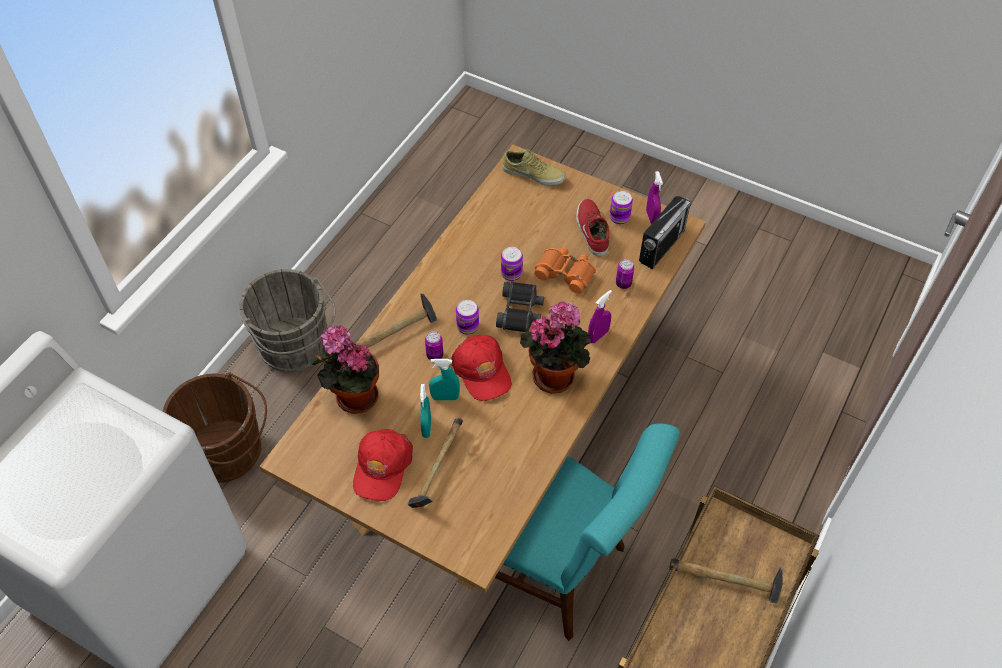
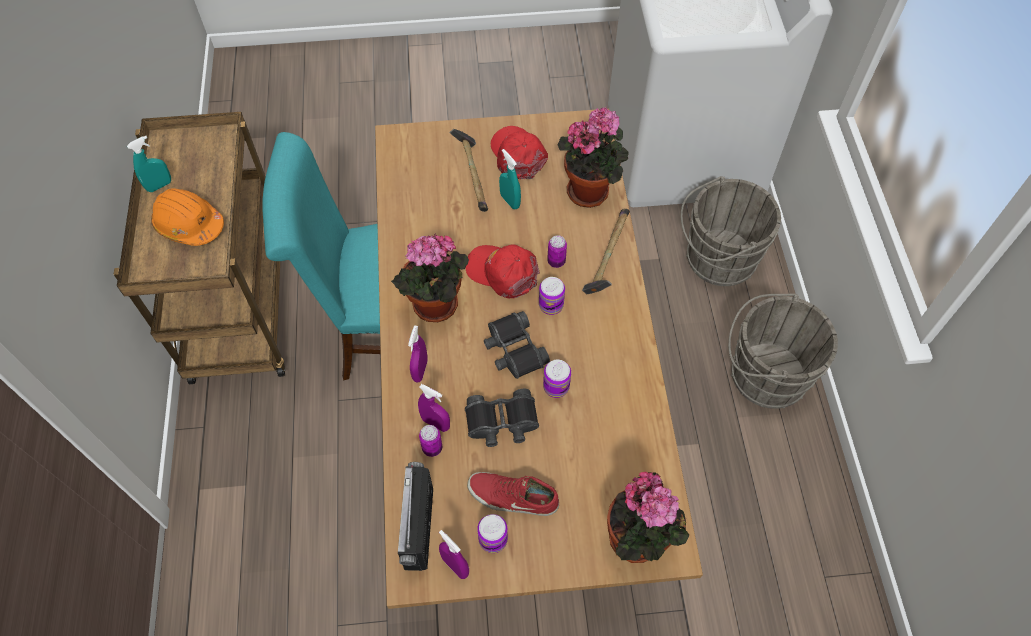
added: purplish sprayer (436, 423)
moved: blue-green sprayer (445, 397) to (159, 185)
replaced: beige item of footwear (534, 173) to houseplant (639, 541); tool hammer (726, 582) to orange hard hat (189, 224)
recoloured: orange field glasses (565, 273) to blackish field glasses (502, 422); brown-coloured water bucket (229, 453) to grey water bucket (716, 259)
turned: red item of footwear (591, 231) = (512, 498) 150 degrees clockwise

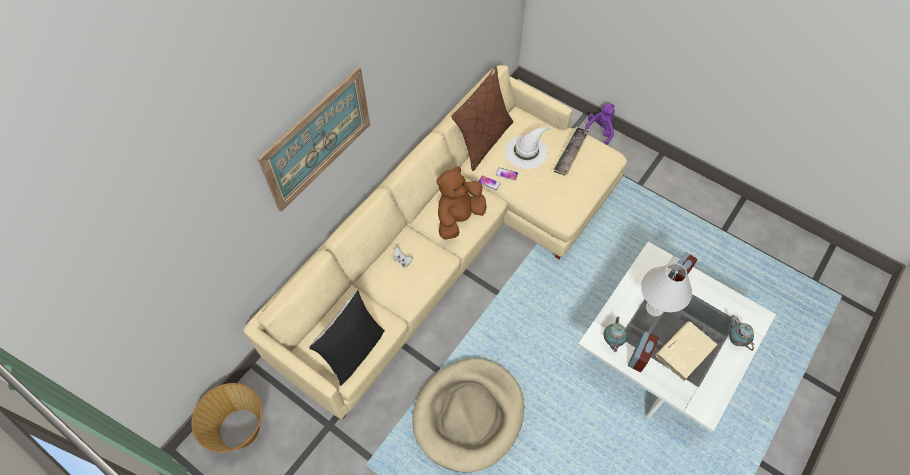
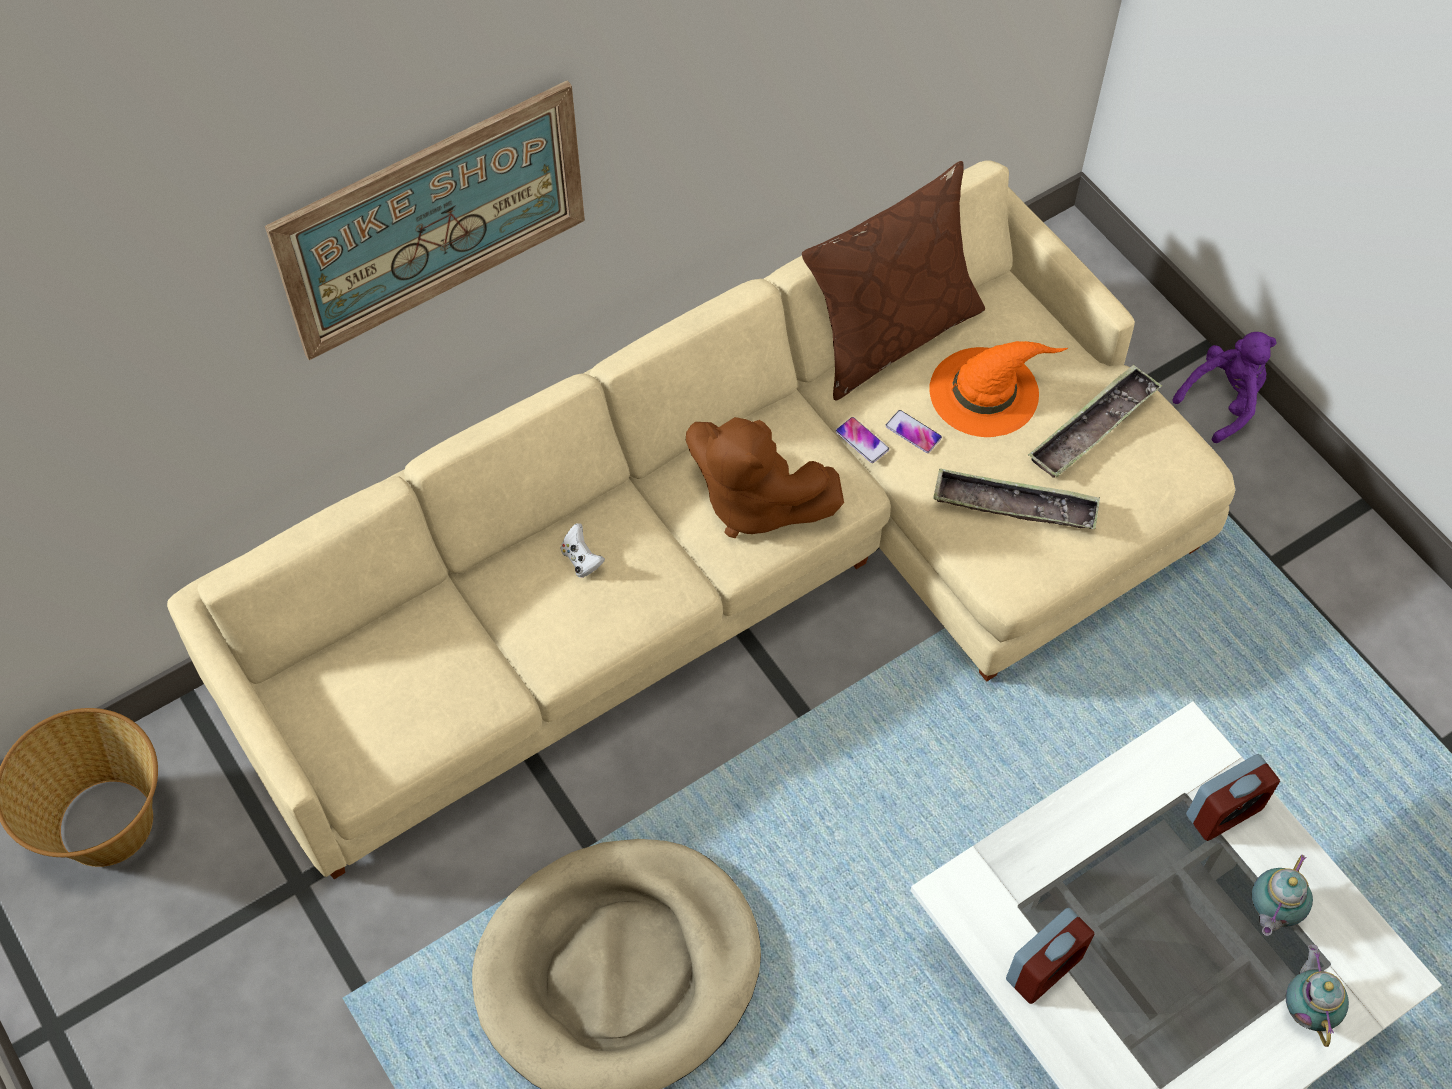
removed: white tabletop lamp (654, 308); blackish throw pillow (353, 351); beige bound book (685, 351)
added: serving tray (1014, 505)
moved: pot for tea (612, 341) to (1271, 912)
recoloured: white hat (526, 151) to orange hat (985, 391)
turned: brown-coloured plush toy (459, 218) = (754, 502) 120 degrees counterclockwise

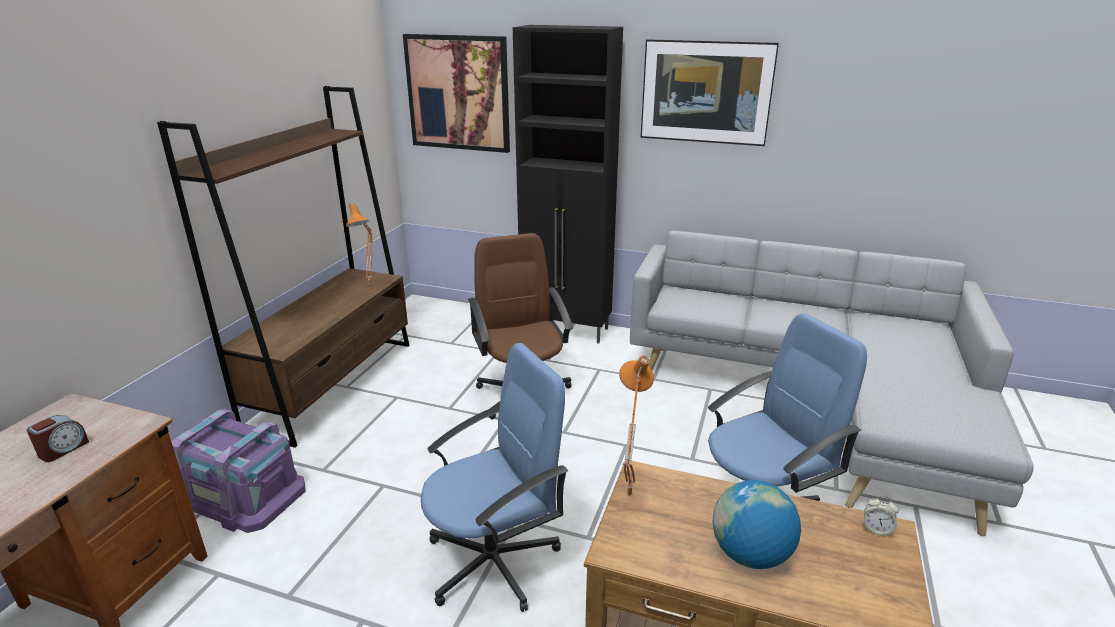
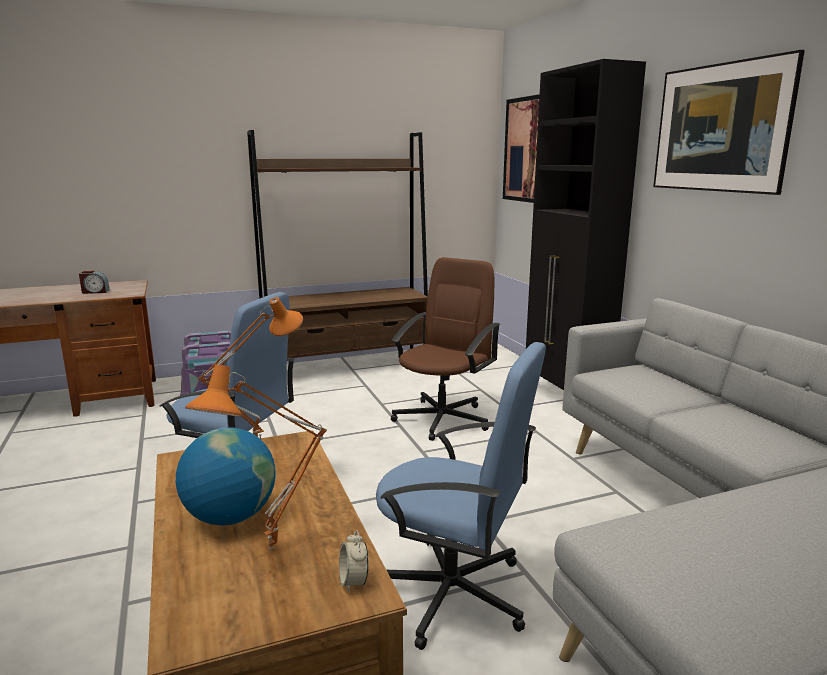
moved: orange tabletop lamp (372, 287) to (274, 551)

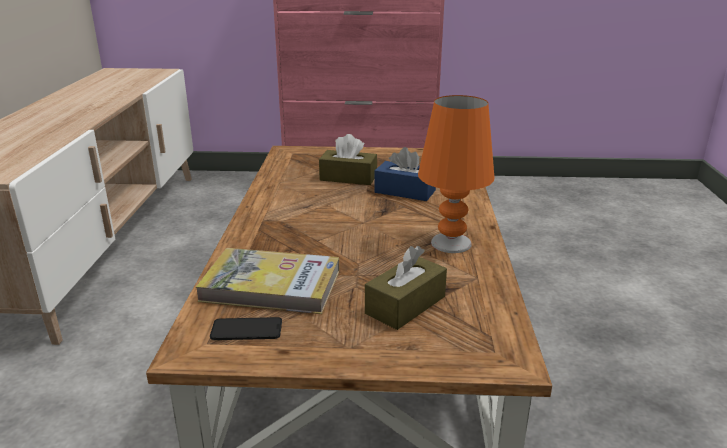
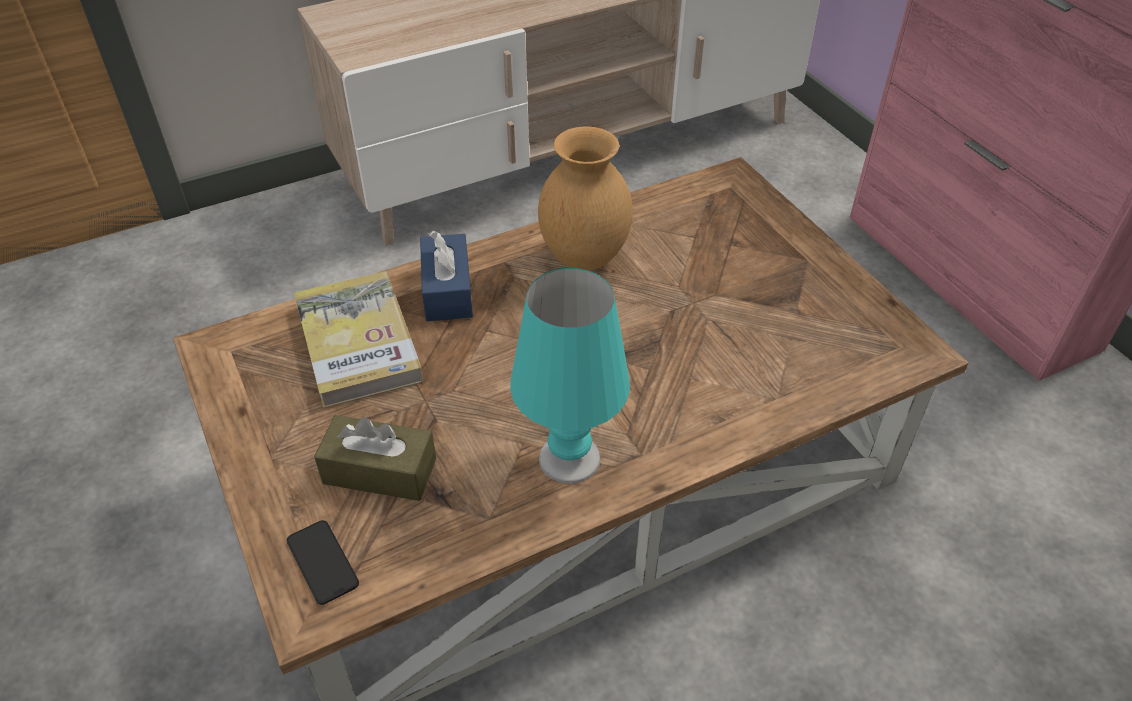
removed: brown-coloured tissue holder (348, 178)
added: brown-coloured decorative vase (585, 258)
moved: blue tissue holder (405, 191) to (447, 290); handset (246, 329) to (322, 562)
recoloured: orange tabletop lamp (451, 243) to blue-green tabletop lamp (570, 458)

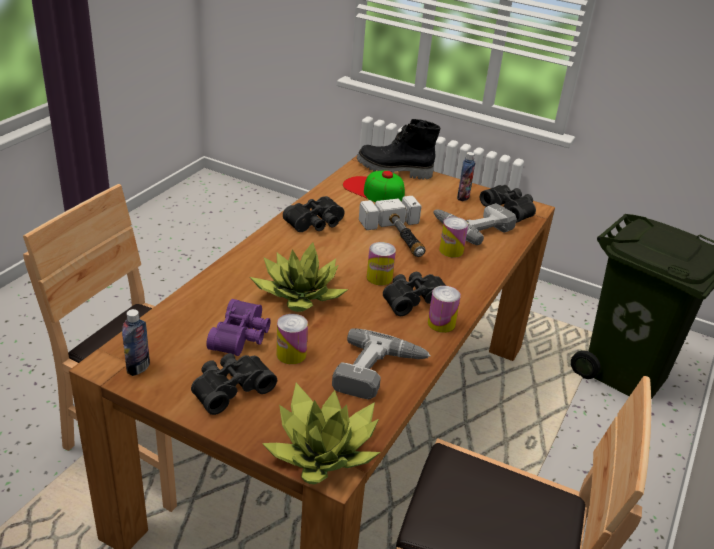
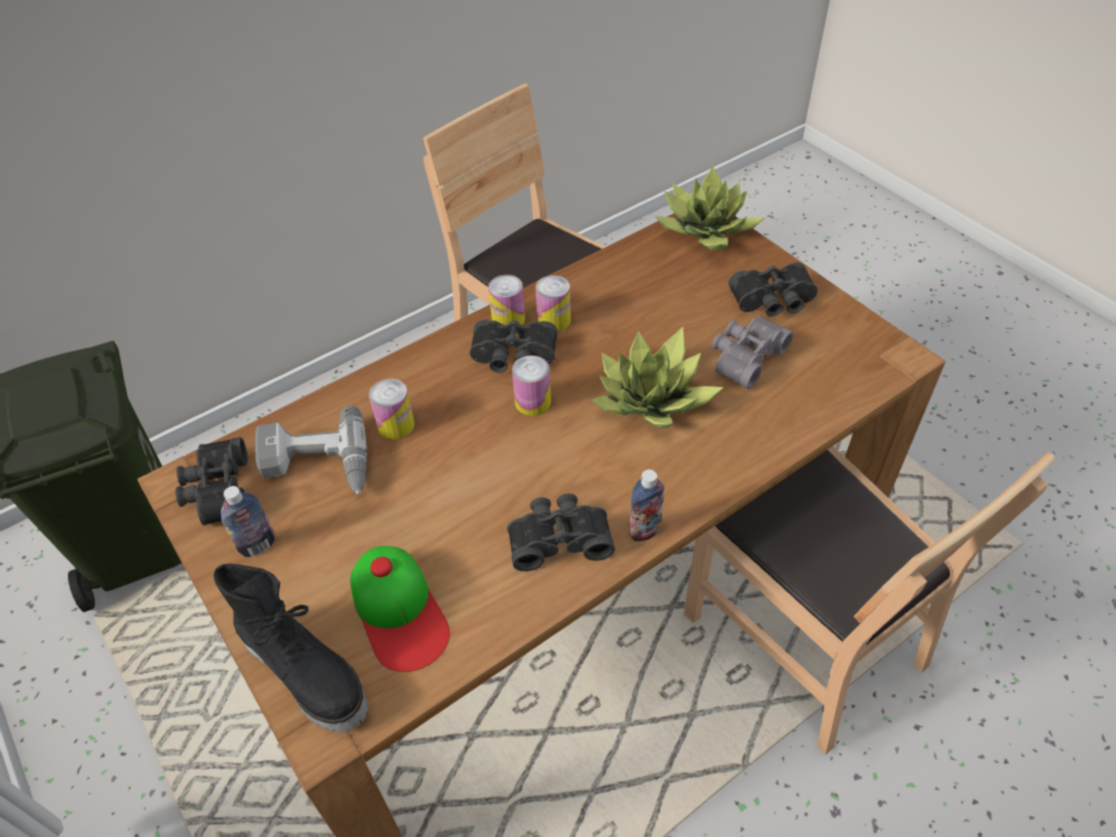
removed: tool hammer (400, 238); drill (379, 373)
moved: beverage bottle (138, 368) to (644, 530); metal can (291, 354) to (554, 320)
recoloured: purplish field glasses (242, 336) to grey field glasses (744, 357)

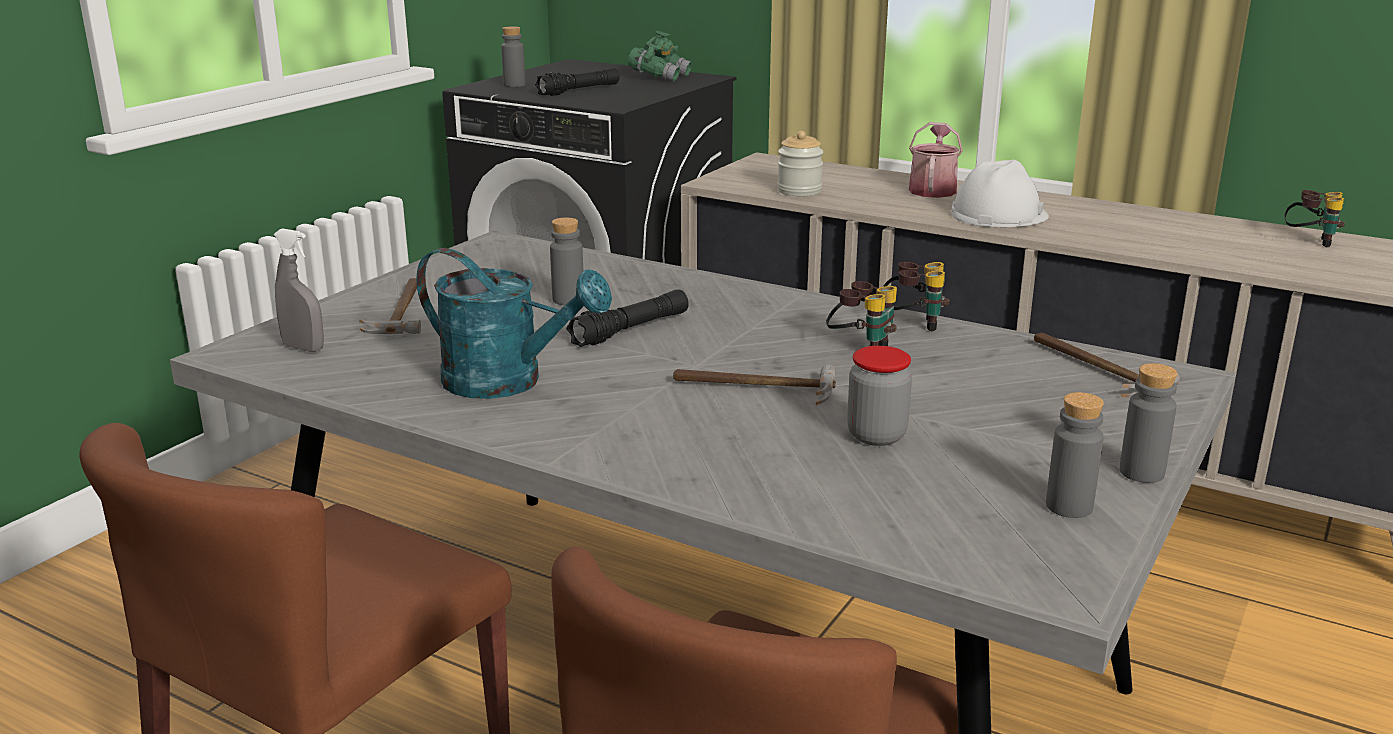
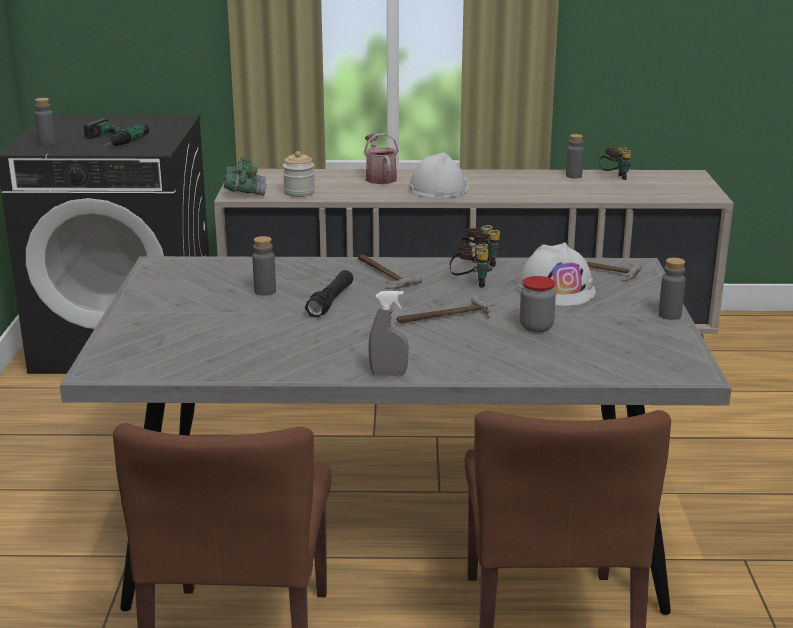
removed: blue-green sprinkling can (508, 382)
added: white hard hat (557, 289)
moved: green-coloured field glasses (660, 77) to (245, 192); grey sprayer (303, 348) to (388, 374); tool hammer (401, 310) to (382, 274); grey beverage bottle (1069, 506) to (573, 176)
replaced: blackish hand torch (579, 91) to drill (106, 141)

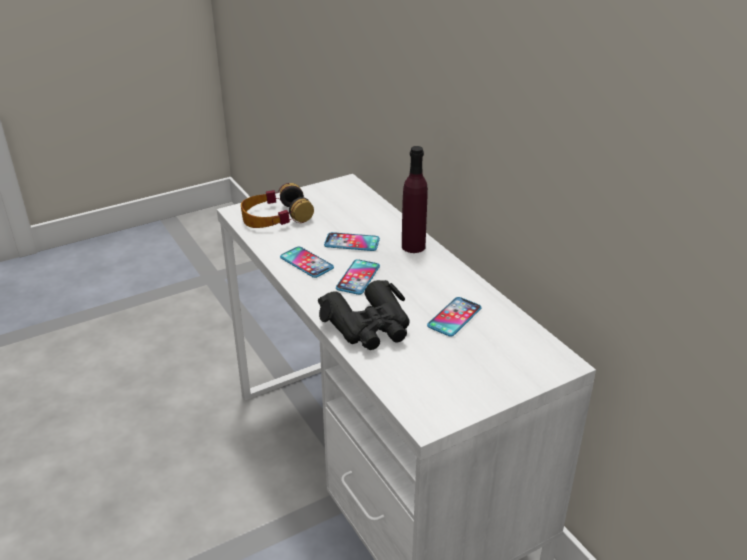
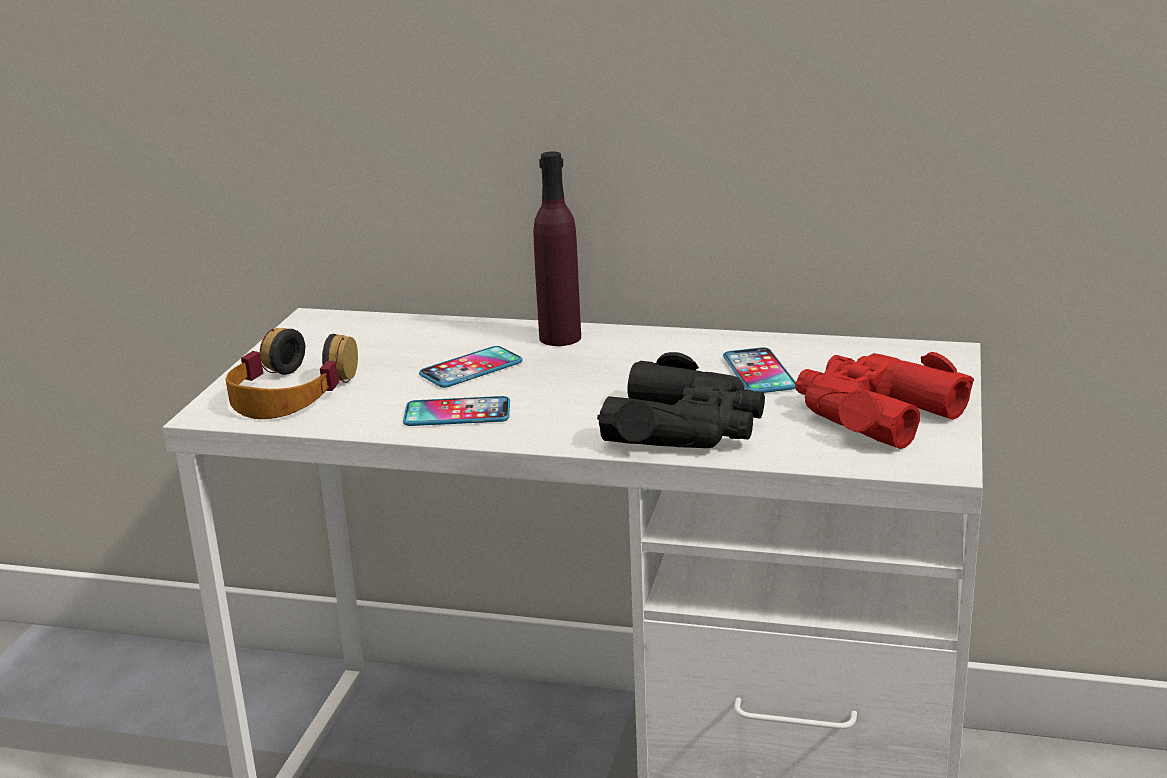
removed: handset (358, 278)
added: red field glasses (874, 413)

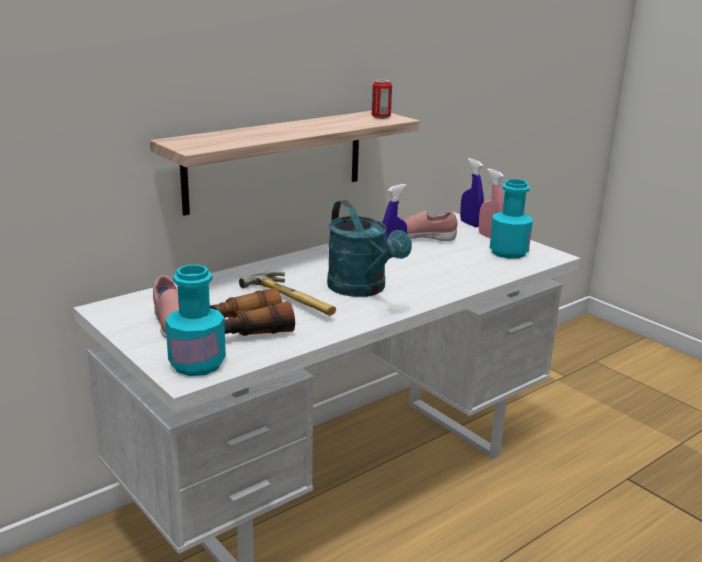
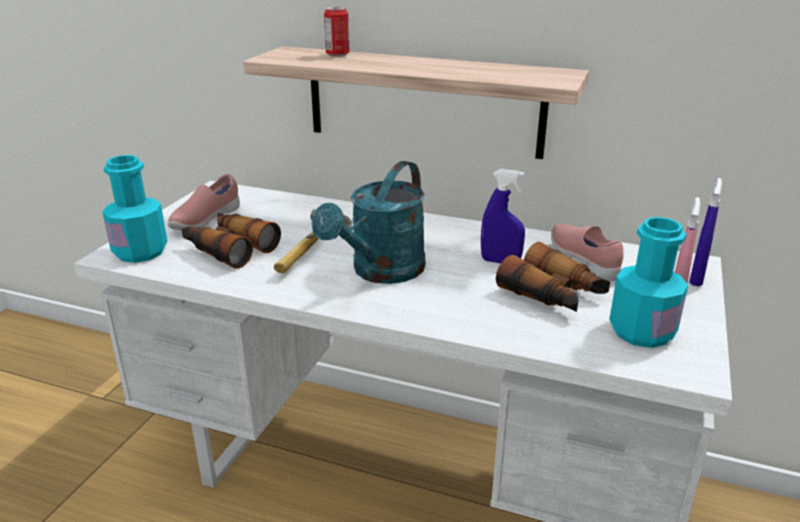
added: field glasses (553, 295)
moved: metal can (381, 117) to (337, 55)

